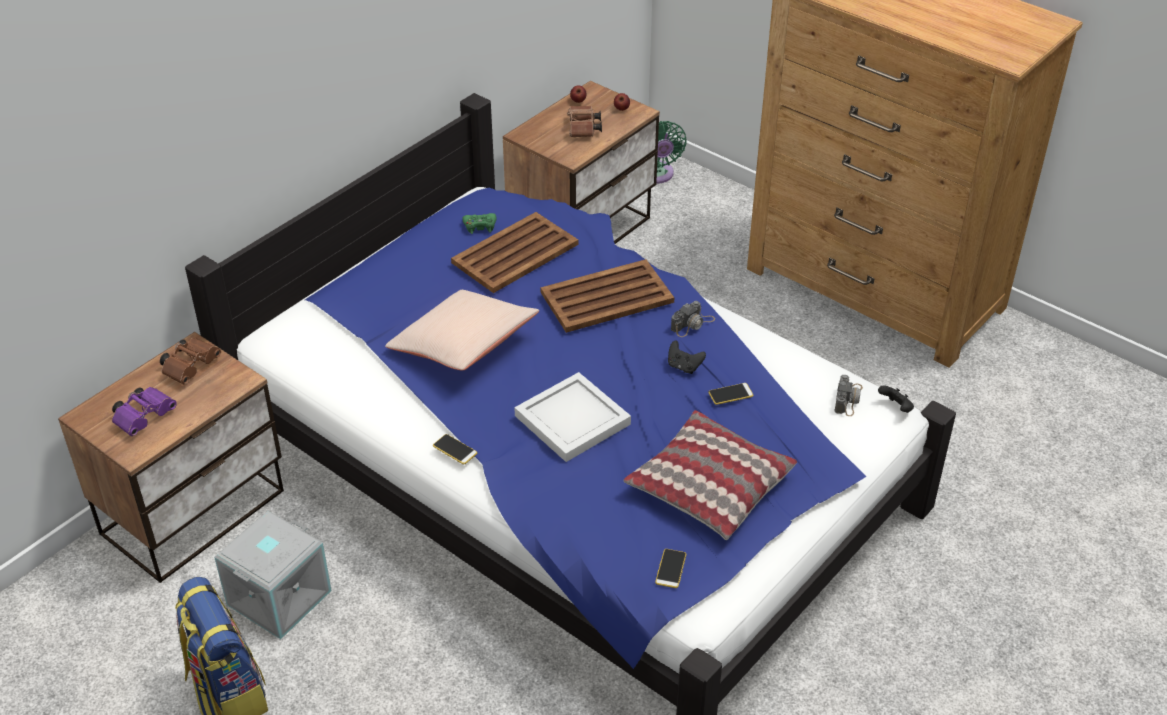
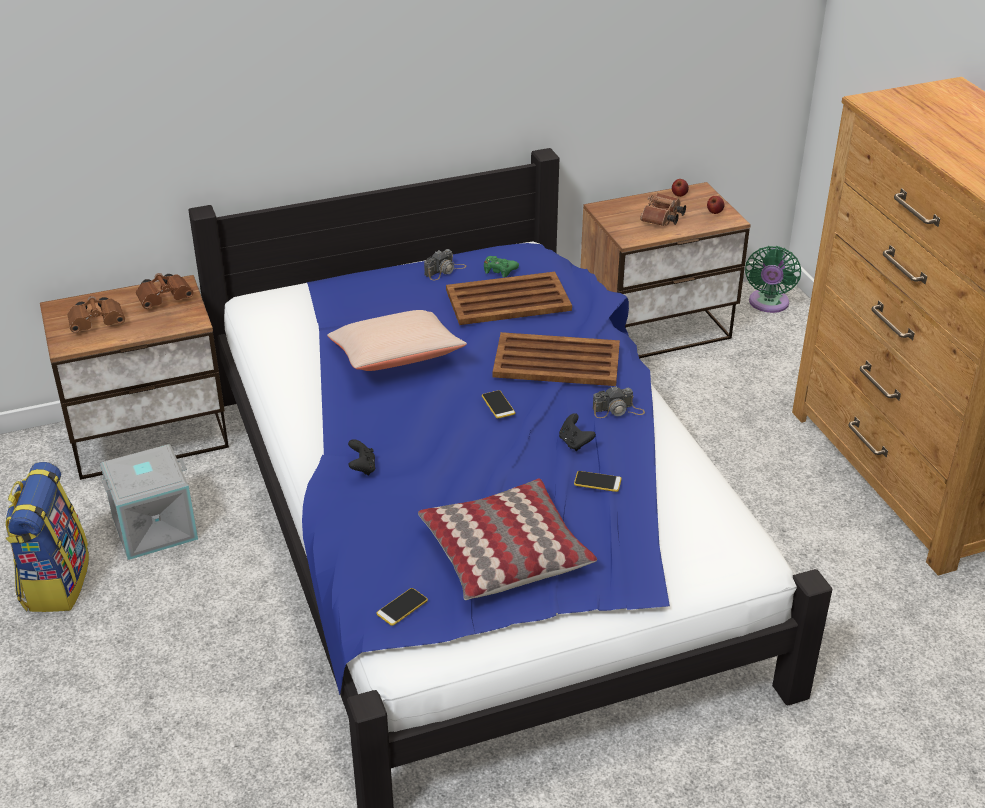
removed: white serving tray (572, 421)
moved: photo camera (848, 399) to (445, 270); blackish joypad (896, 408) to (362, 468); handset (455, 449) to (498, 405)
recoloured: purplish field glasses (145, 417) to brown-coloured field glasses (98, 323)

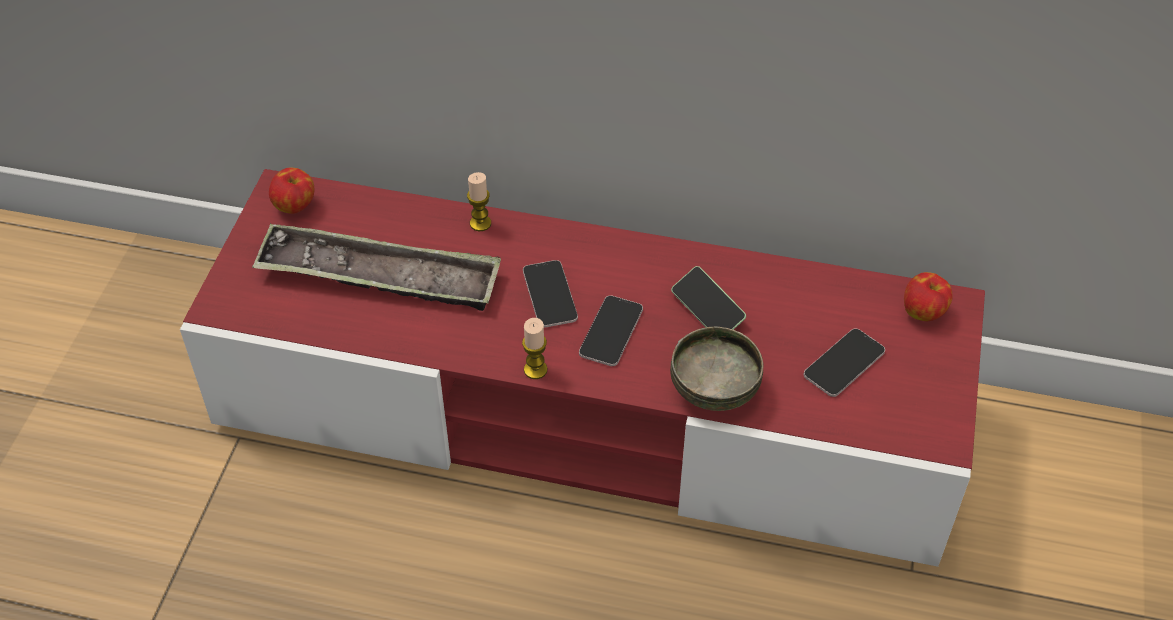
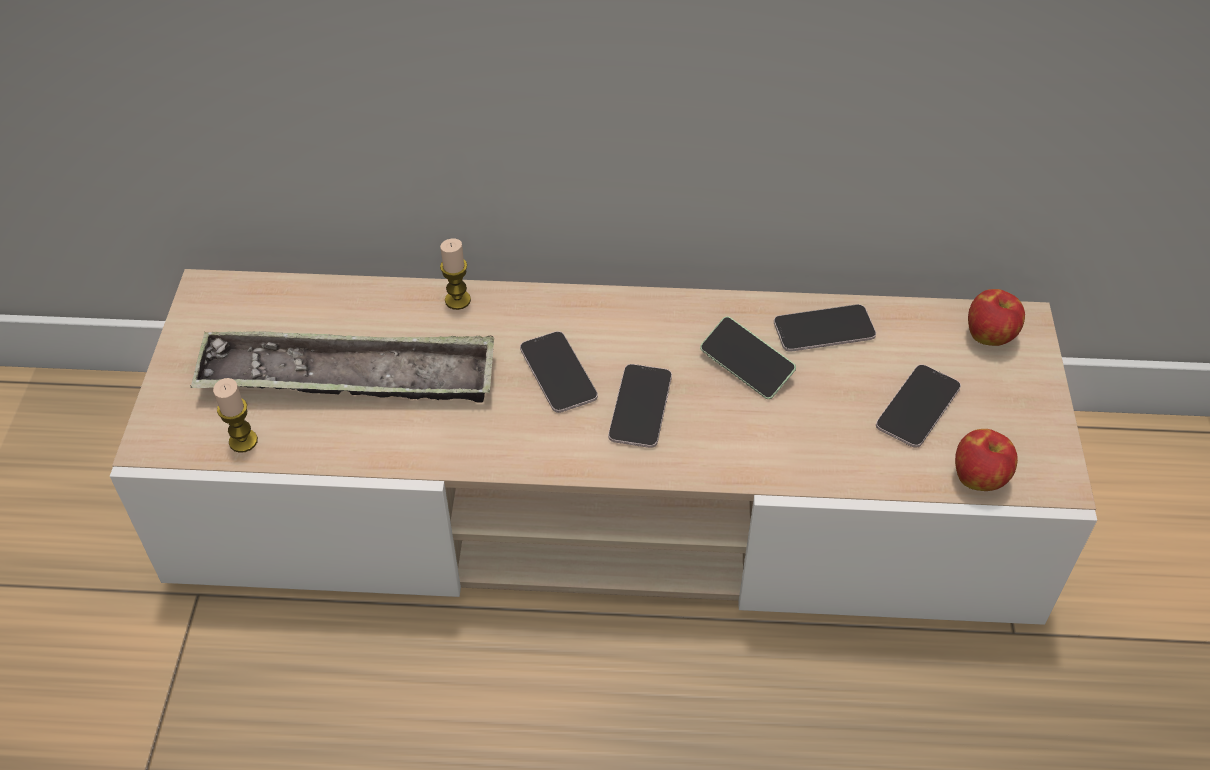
removed: bowl (712, 389)
added: handset (824, 329)
moved: whole apple (295, 206) to (979, 478); wax candle (535, 370) to (243, 441)
recoloured: red tv stand (586, 410) to beige tv stand (605, 502)

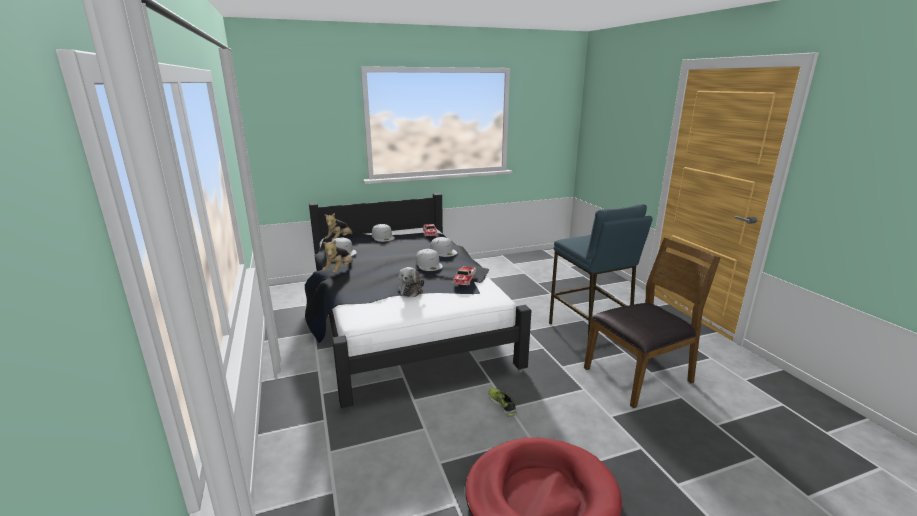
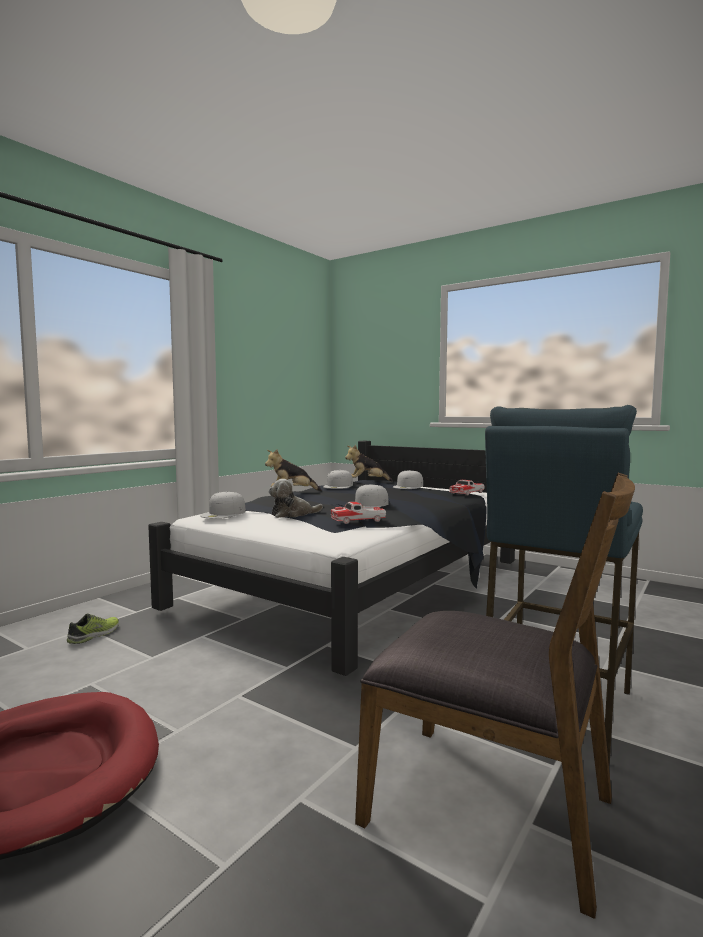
moved: white cap (443, 251) to (223, 513); item of footwear (502, 404) to (95, 635)

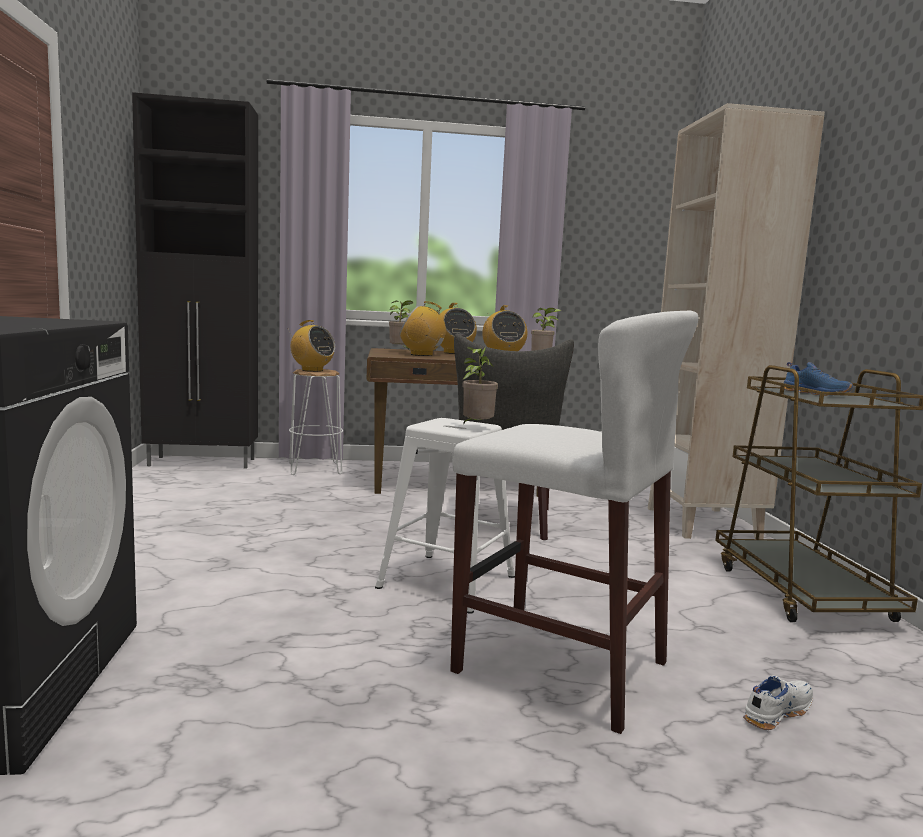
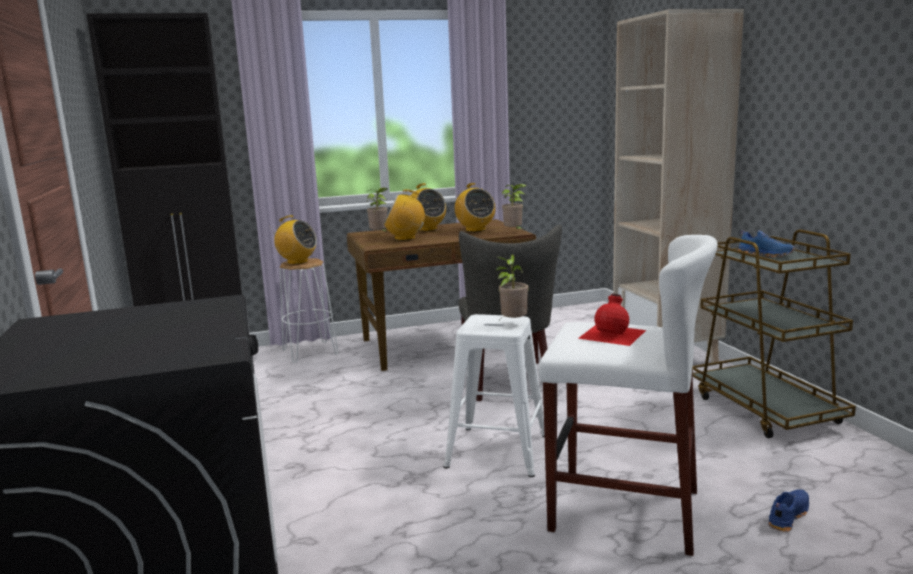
added: red beverage bottle (613, 334)
recoloured: white item of footwear (775, 712) to blue item of footwear (786, 516)

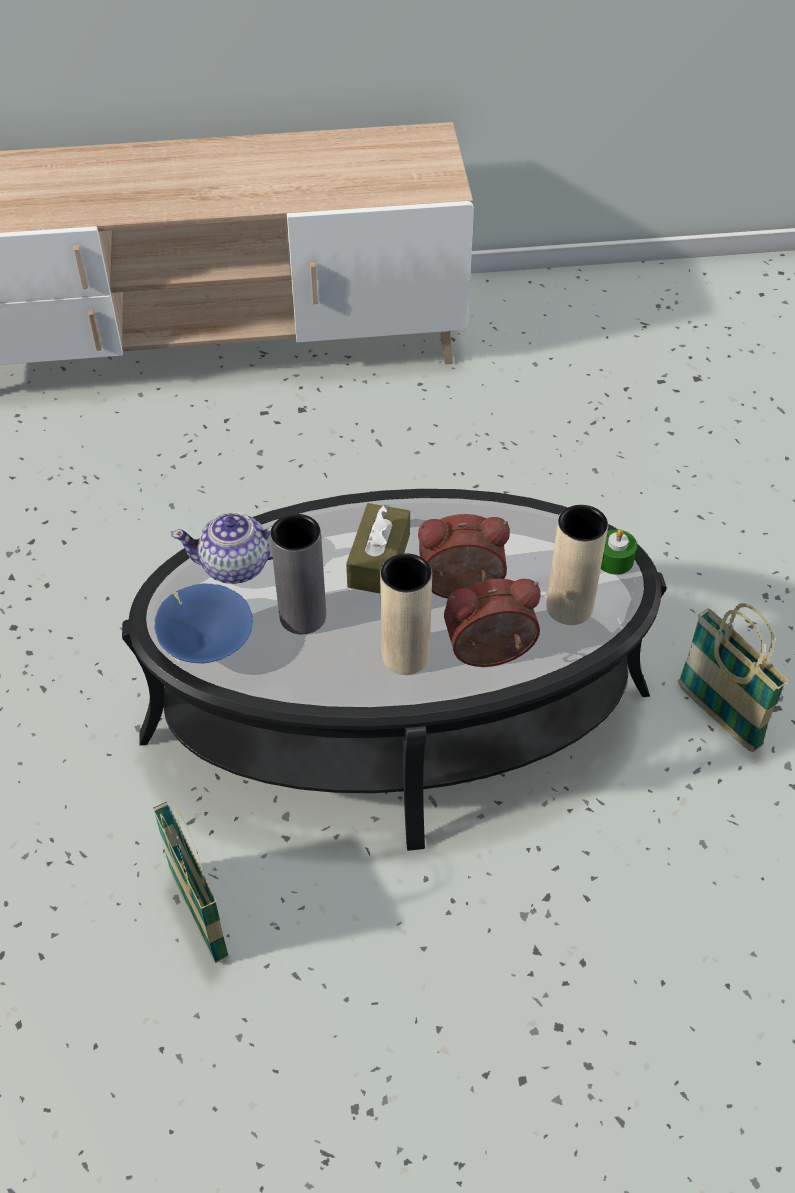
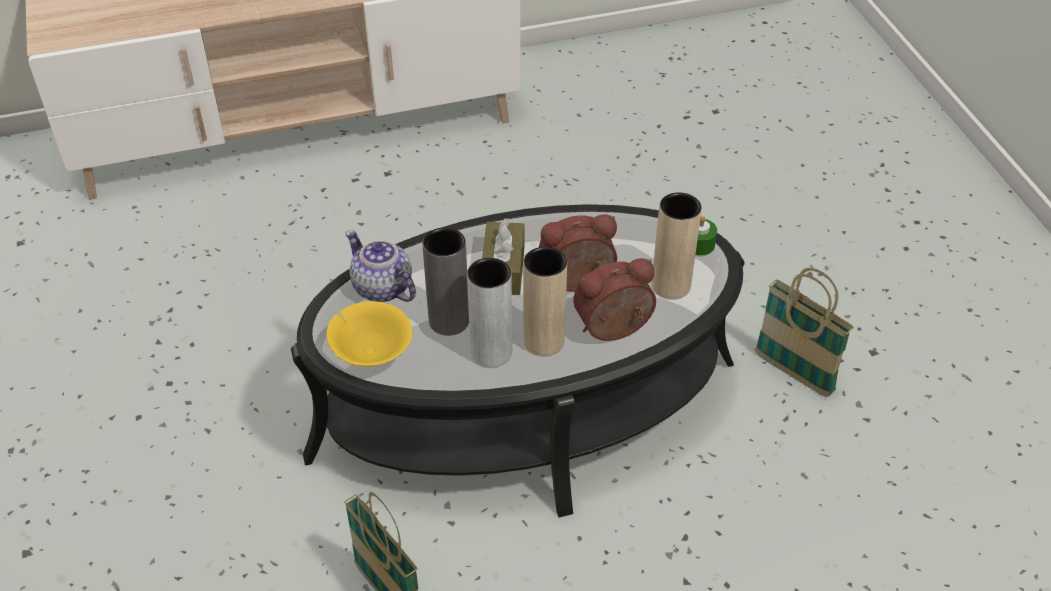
added: grey decorative vase (491, 352)
recoloured: blue bowl (206, 642) to yellow bowl (370, 352)
turned: pot for tea (236, 566) = (382, 288) 60 degrees clockwise

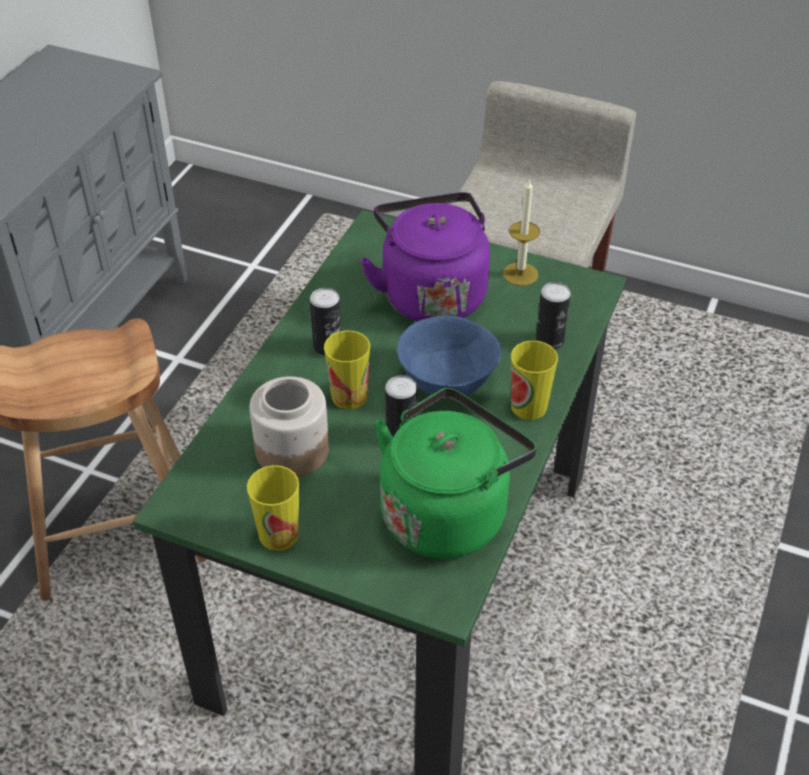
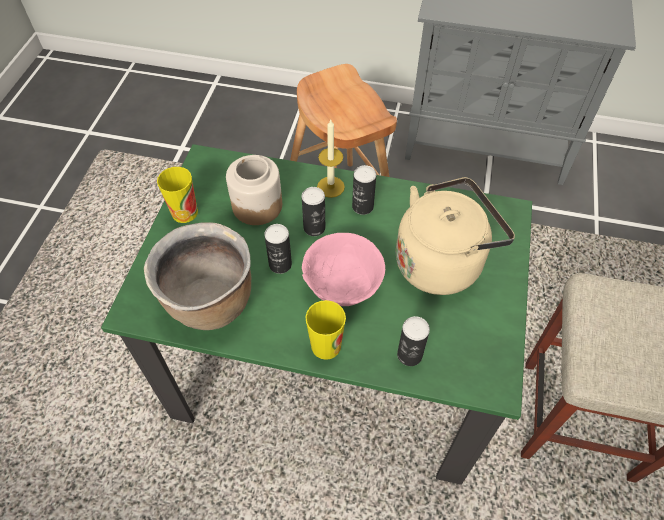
moved: wax candle (520, 274) to (330, 187)
replaced: drinking cup (349, 396) to metal can (314, 228); green-coloured tea kettle (447, 512) to brown-coloured cooking pot (210, 303)
recoloured: purplish tea kettle (431, 294) to beige tea kettle (442, 261); blue bowl (448, 380) to pink bowl (343, 286)

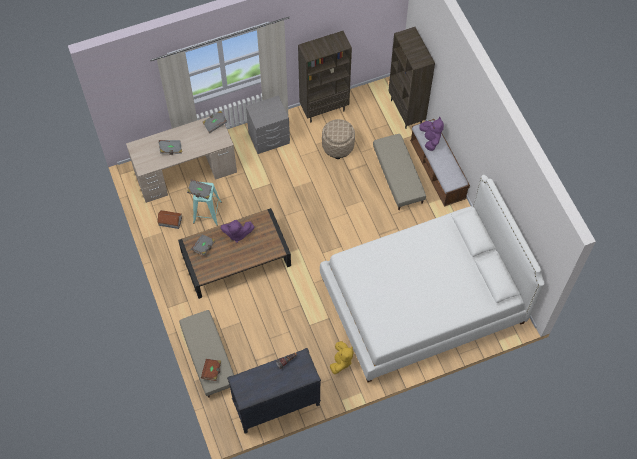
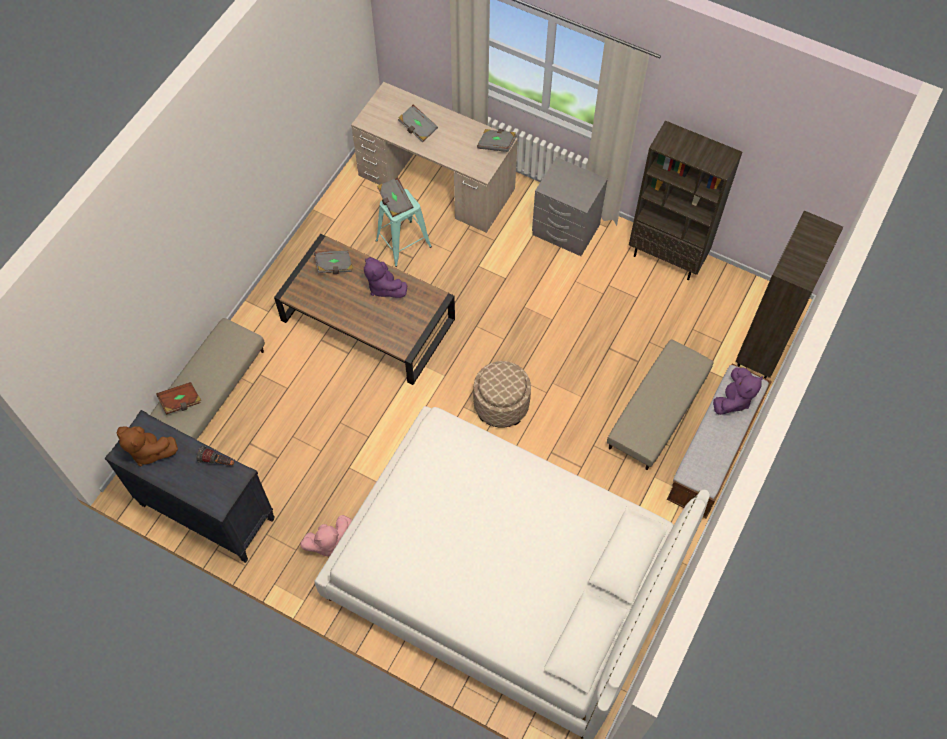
removed: miniature house (170, 221)
added: brown-coloured plush toy (148, 450)
moved: beige footrest (338, 146) to (501, 405)
recoloured: yellow plush toy (341, 361) to pink plush toy (328, 543)

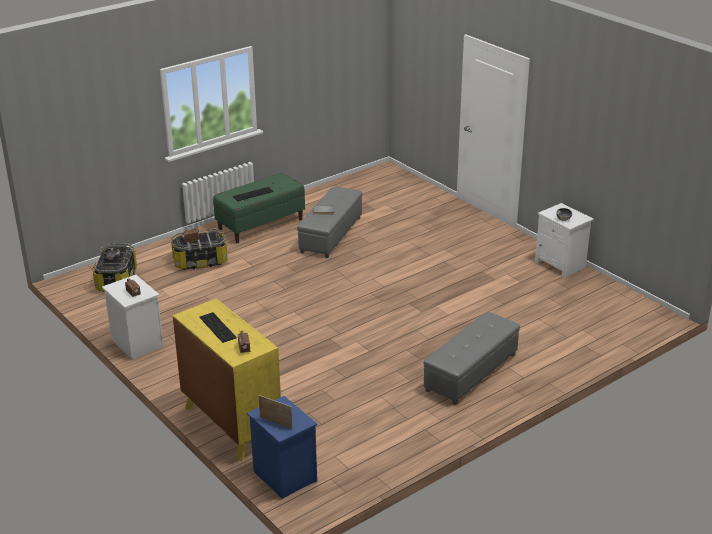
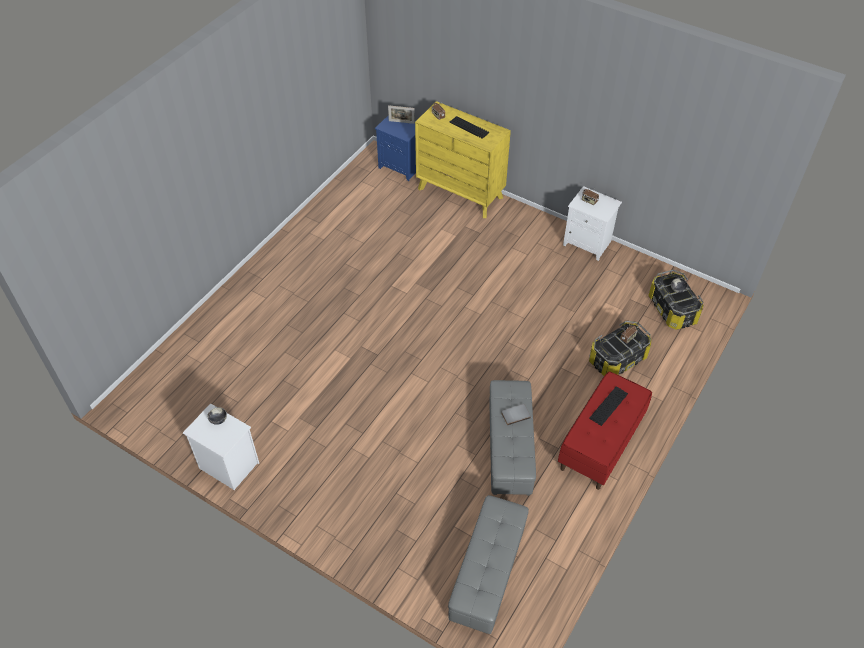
moved: grey footrest (471, 373) to (487, 572)
recoloured: green-coloured indoor bench (260, 224) to red indoor bench (601, 443)

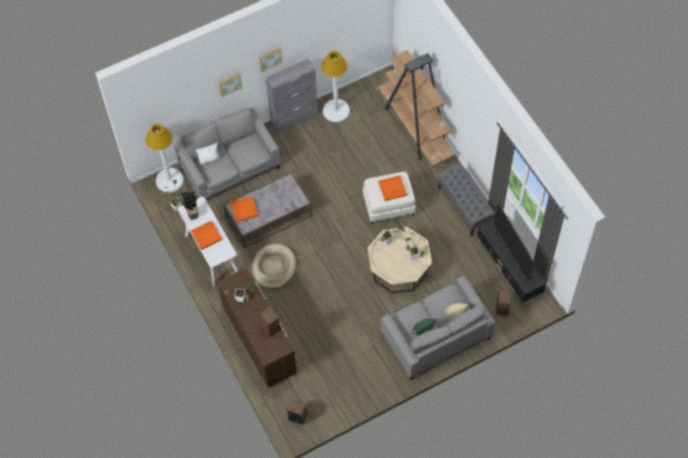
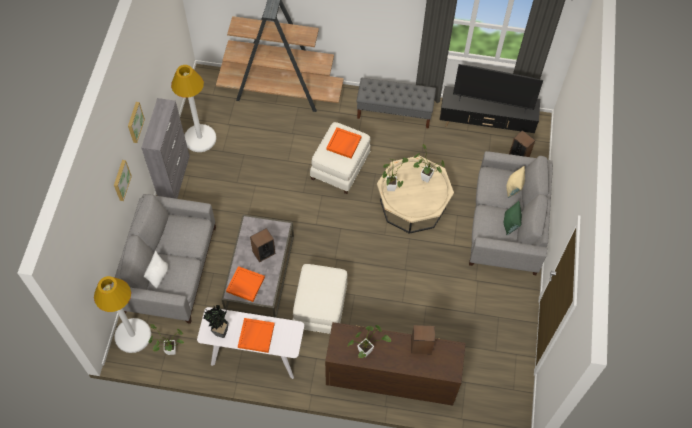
moved: speaker (297, 417) to (263, 252)
replaced: beige dog cushion (274, 267) to white footrest (320, 308)

